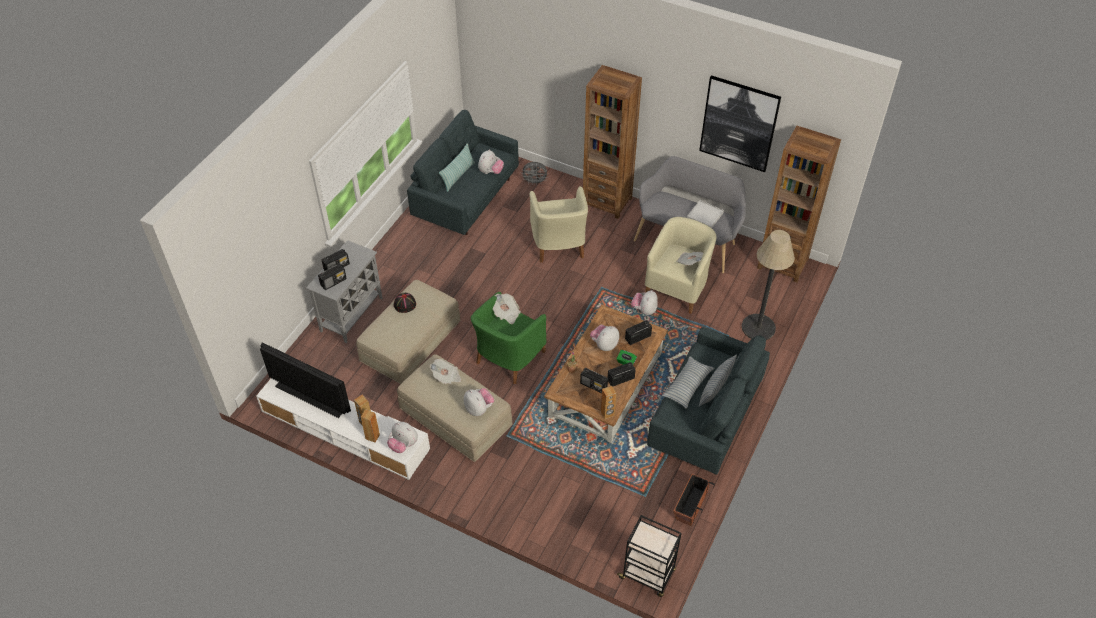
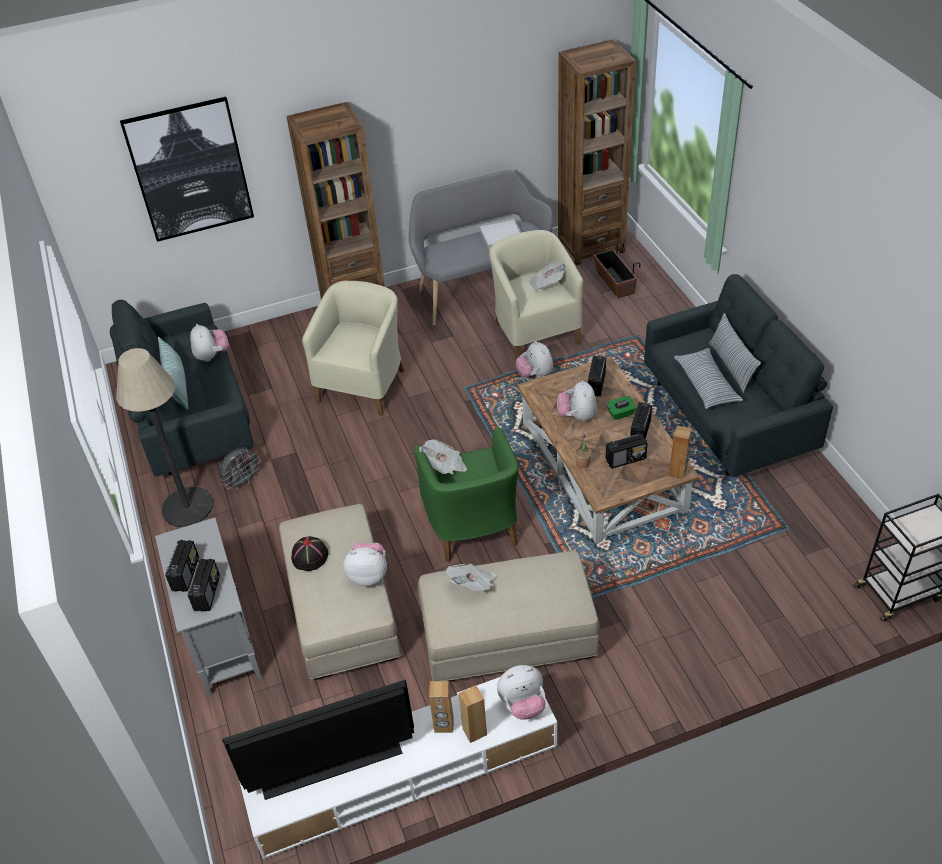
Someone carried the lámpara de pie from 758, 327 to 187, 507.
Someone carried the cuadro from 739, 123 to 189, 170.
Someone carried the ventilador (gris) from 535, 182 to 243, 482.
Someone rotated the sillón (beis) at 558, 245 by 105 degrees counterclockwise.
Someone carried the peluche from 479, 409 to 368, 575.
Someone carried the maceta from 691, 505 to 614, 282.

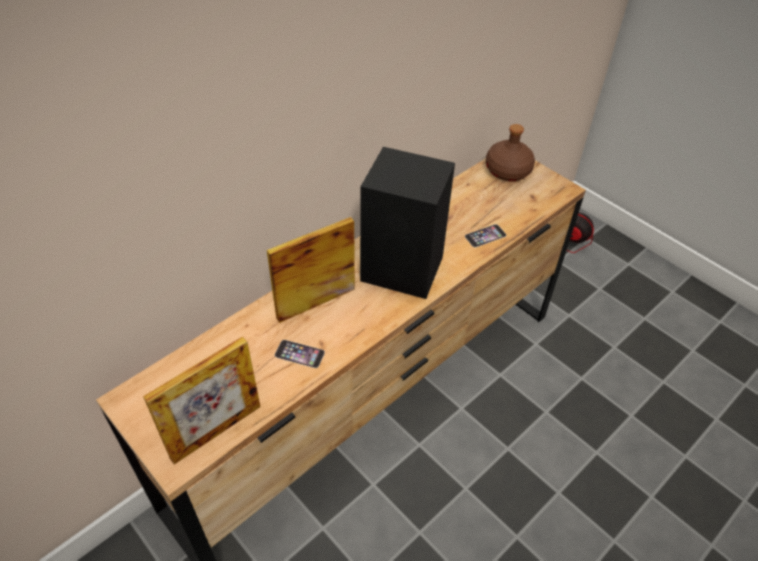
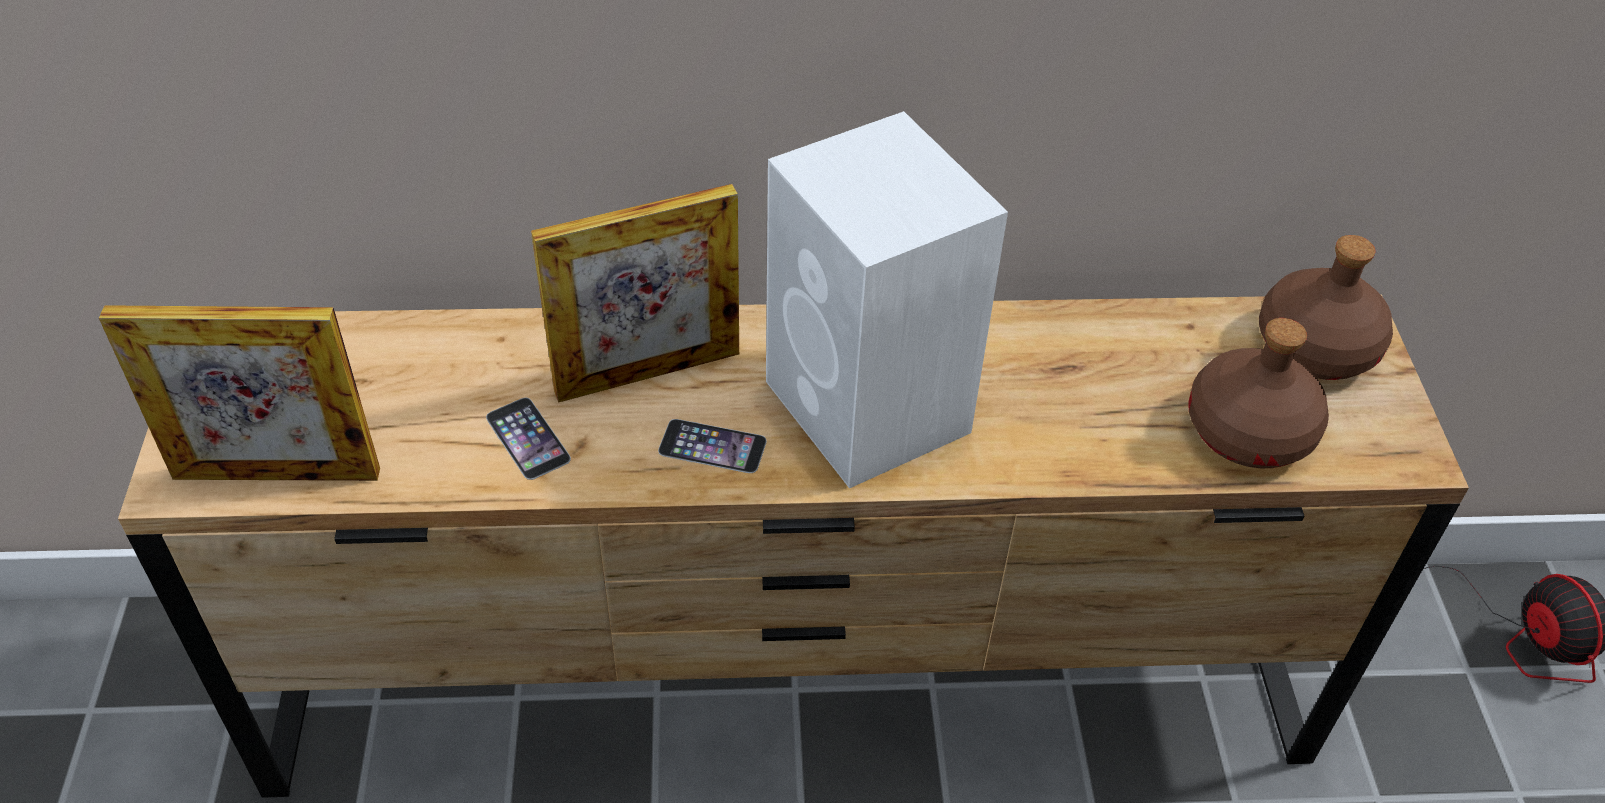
Someone rotated the portarretratos at 316, 303 by 150 degrees clockwise.
Someone carried the móvil from 485, 235 to 712, 446.
Someone repainted the altavoz (negro) at 404, 269, which became the altavoz (blanco) at 870, 410.
Someone put down the botella (marrón) at 1250, 431.

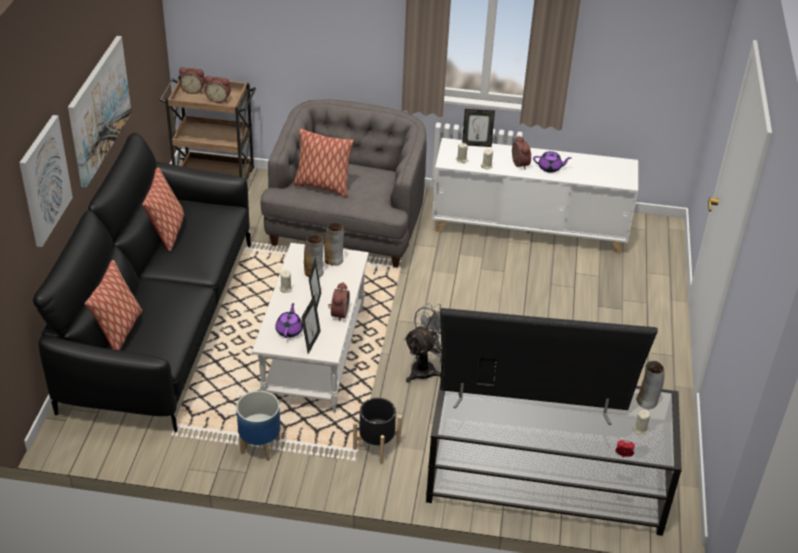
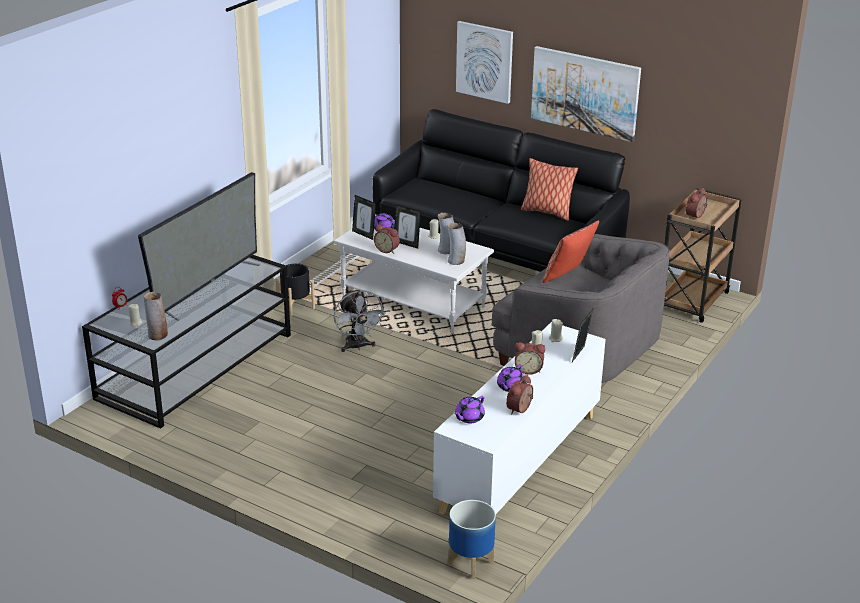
Someone carried the maceta from 260, 445 to 471, 564.
Someone put down the tetera (morado) at 469, 418.
Someone carried the despertador from 193, 90 to 521, 409.
Someone took away the cojín at 119, 331.

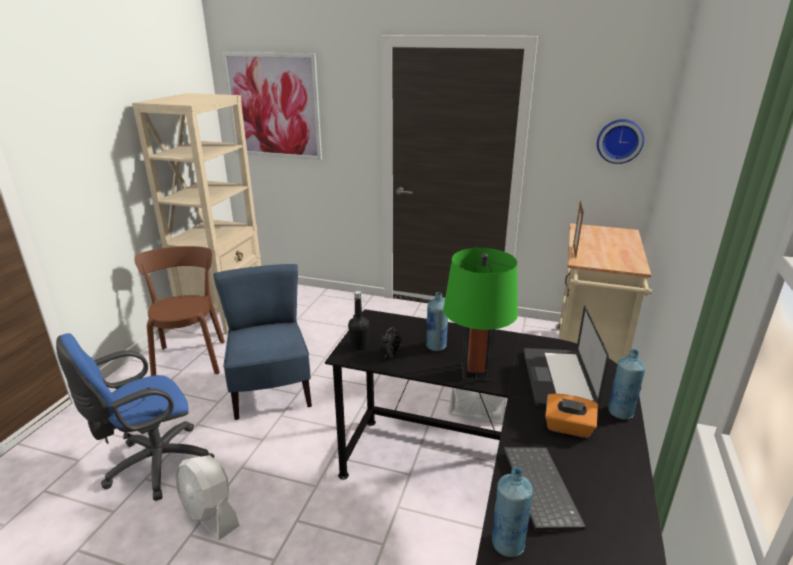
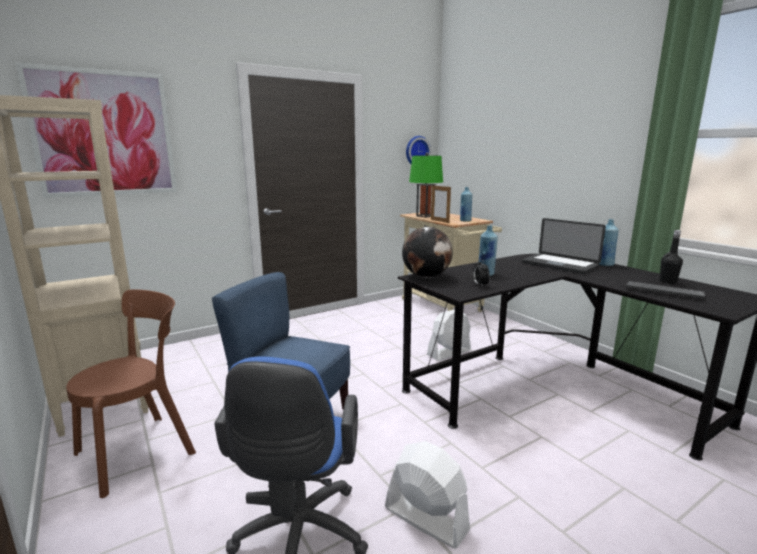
Someone rotated the silla (marrón) at 190, 358 by 105 degrees clockwise.
Someone rotated the ventilador (blanco) at 210, 514 by 135 degrees counterclockwise.
Someone put down the globo terráqueo at 426, 276.
Someone carried the lámpara de mesa (verde) from 475, 372 to 425, 216.
Someone carried the botella (azul) from 507, 543 to 465, 221.
Someone carried the botella (negro) from 359, 346 to 667, 282.
Someone took away the caja de pañuelos (naranja) at 568, 427.

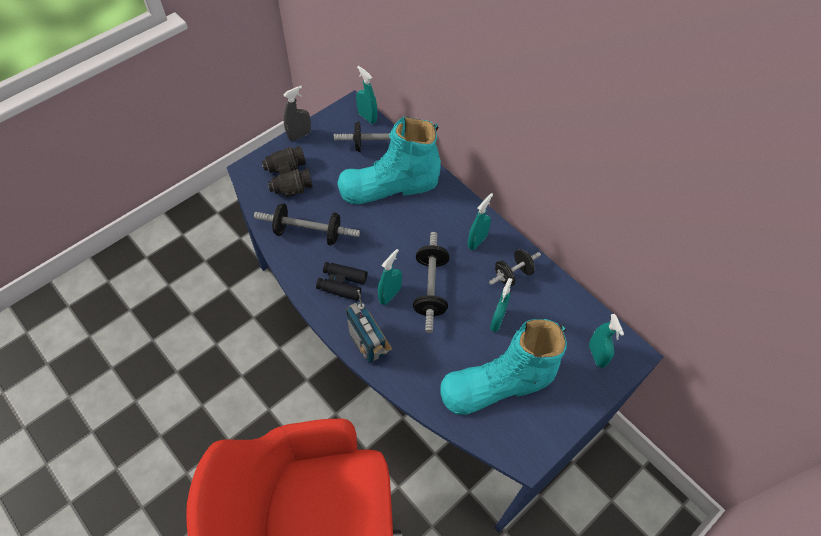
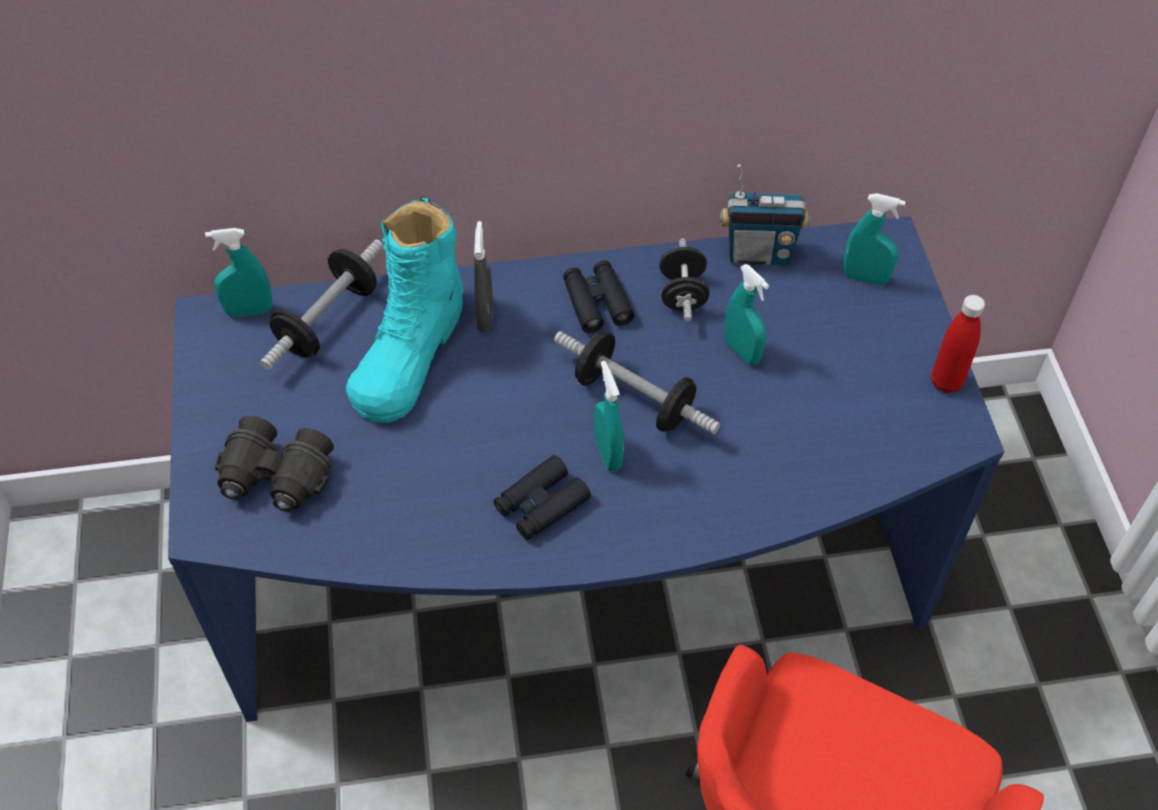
Someone carried the pulverizador (gris) from 299, 135 to 485, 316.
Someone swapped the pulverizador (turquesa) at 477, 241 for the prismáticos (negro) at 597, 302.
Someone carried the radio from 367, 344 to 758, 254.
Someone put down the botella (rojo) at 946, 382.
Someone took away the mancuerna at 308, 233.
Someone took away the bota (turquesa) at 498, 384.

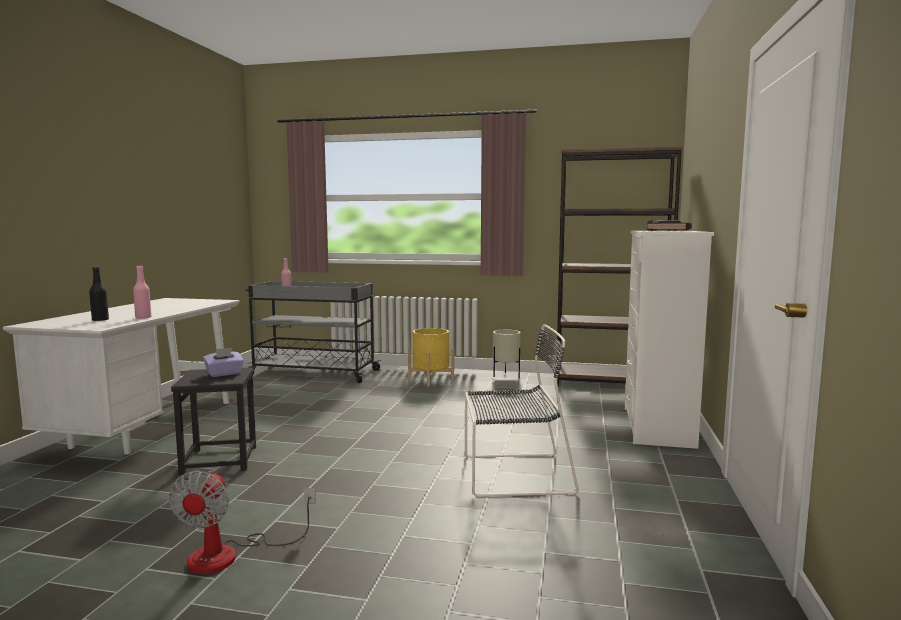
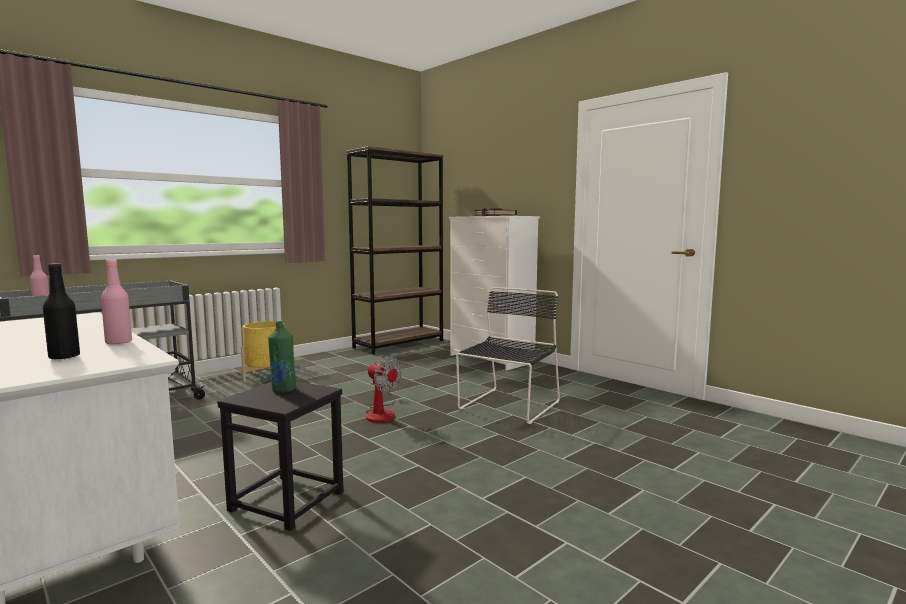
Someone swapped the caja de pañuelos (morado) at 224, 374 for the botella (verde) at 283, 390.
Someone carried the ventilador from 230, 555 to 382, 413.
Someone took away the maceta (beis) at 506, 376.

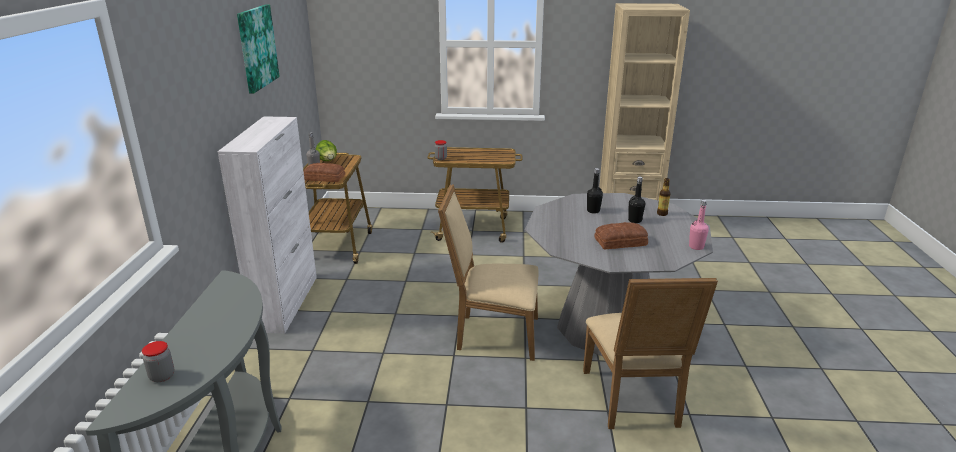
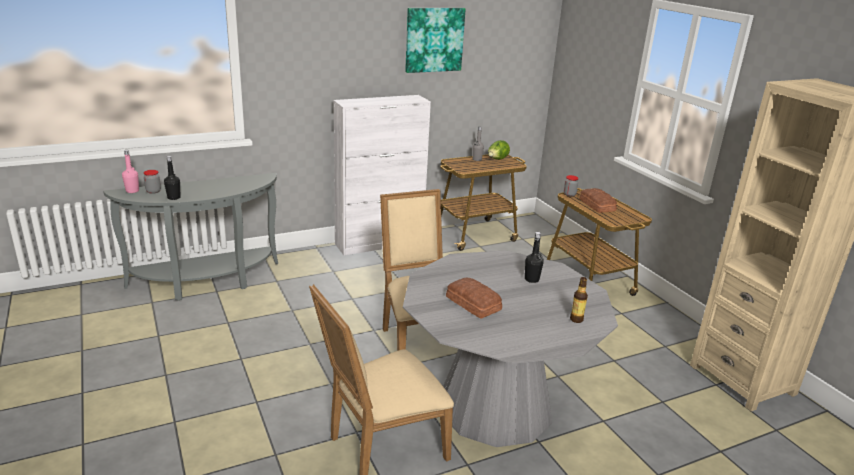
Someone carried the botella (rosa) from 696, 247 to 132, 191.
Someone carried the botella (negro) from 634, 220 to 174, 198.
Someone carried the pan from 324, 178 to 596, 205.

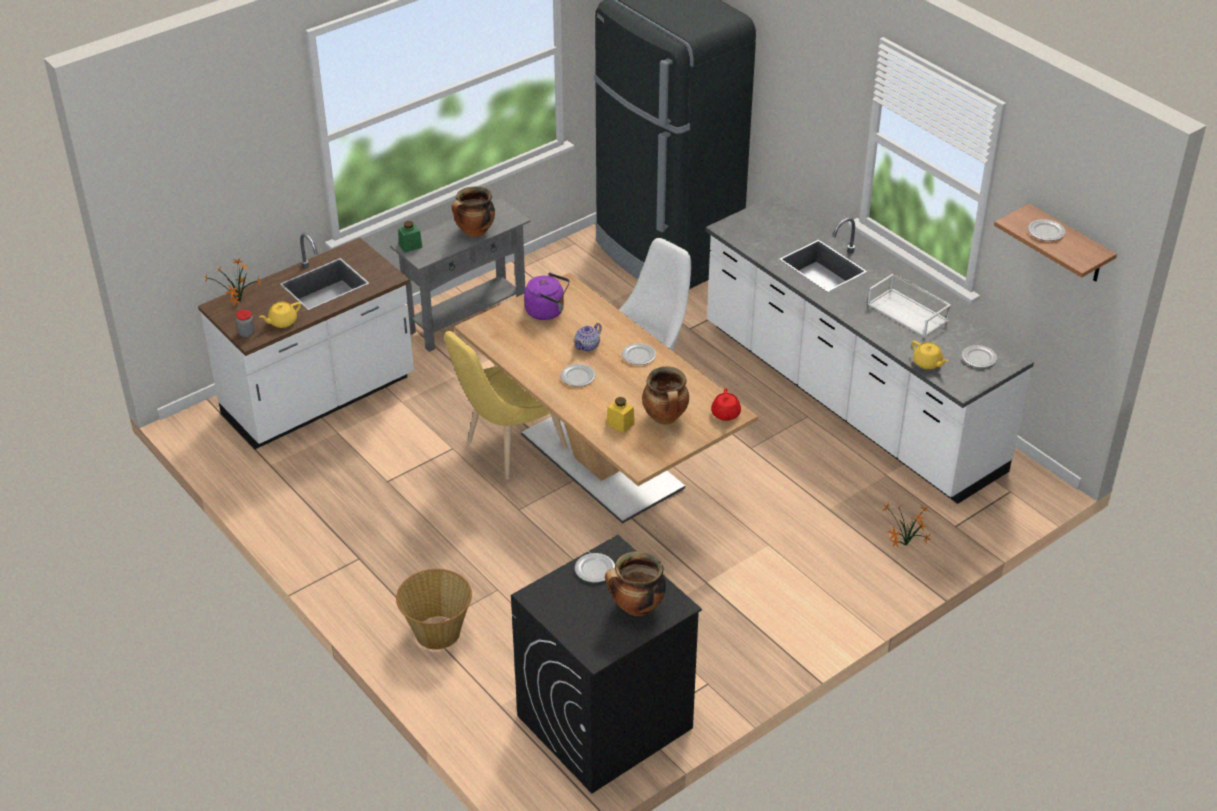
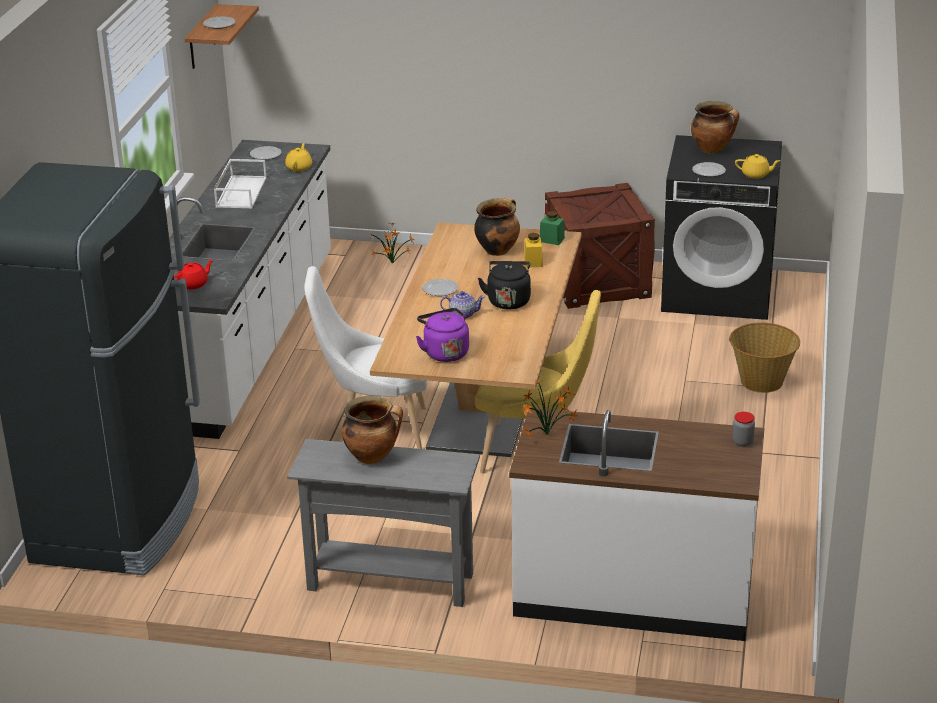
Someone carried the tetera (rojo) from 725, 414 to 193, 284.
Someone swapped the plato at 577, 377 for the hervidor (negro) at 508, 300.
Someone carried the planta en maceta from 239, 303 to 548, 434.
Someone carried the tarro (verde) from 410, 246 to 552, 240.
Someone put down the caja de embalaje at 597, 282.
Someone carried the tetera (amarillo) from 282, 322 to 756, 175.

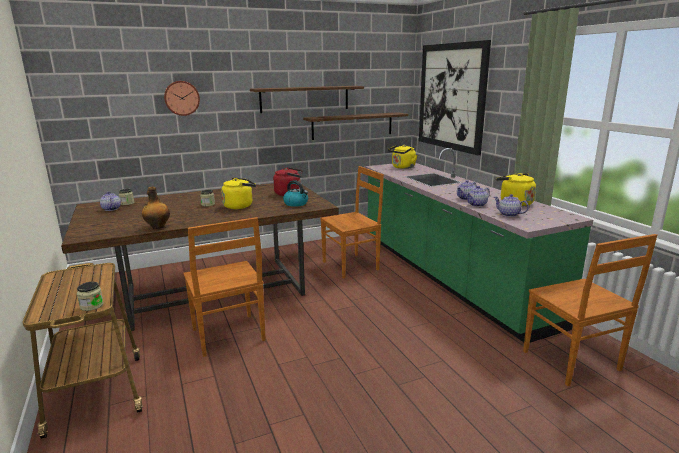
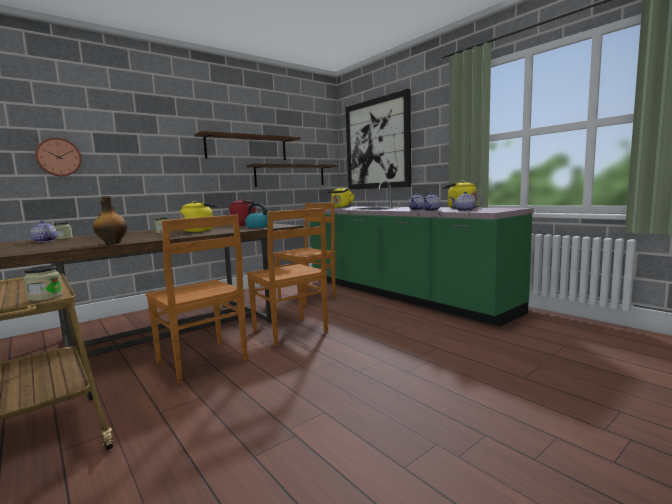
Someone carried the reloj de pared from 181, 98 to 58, 157.
Someone carried the silla (marrón) from 572, 362 to 291, 332.

